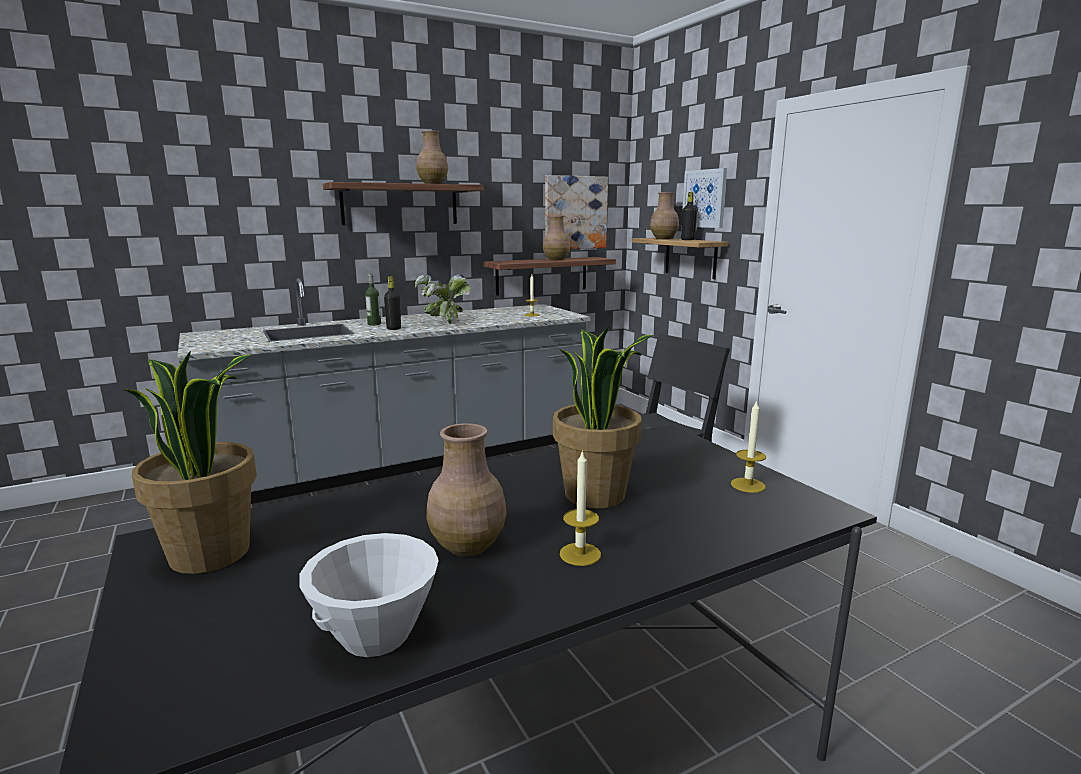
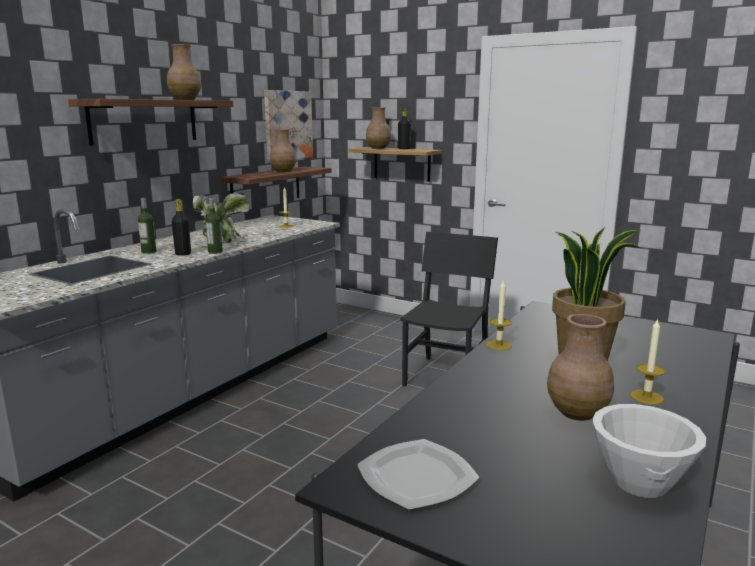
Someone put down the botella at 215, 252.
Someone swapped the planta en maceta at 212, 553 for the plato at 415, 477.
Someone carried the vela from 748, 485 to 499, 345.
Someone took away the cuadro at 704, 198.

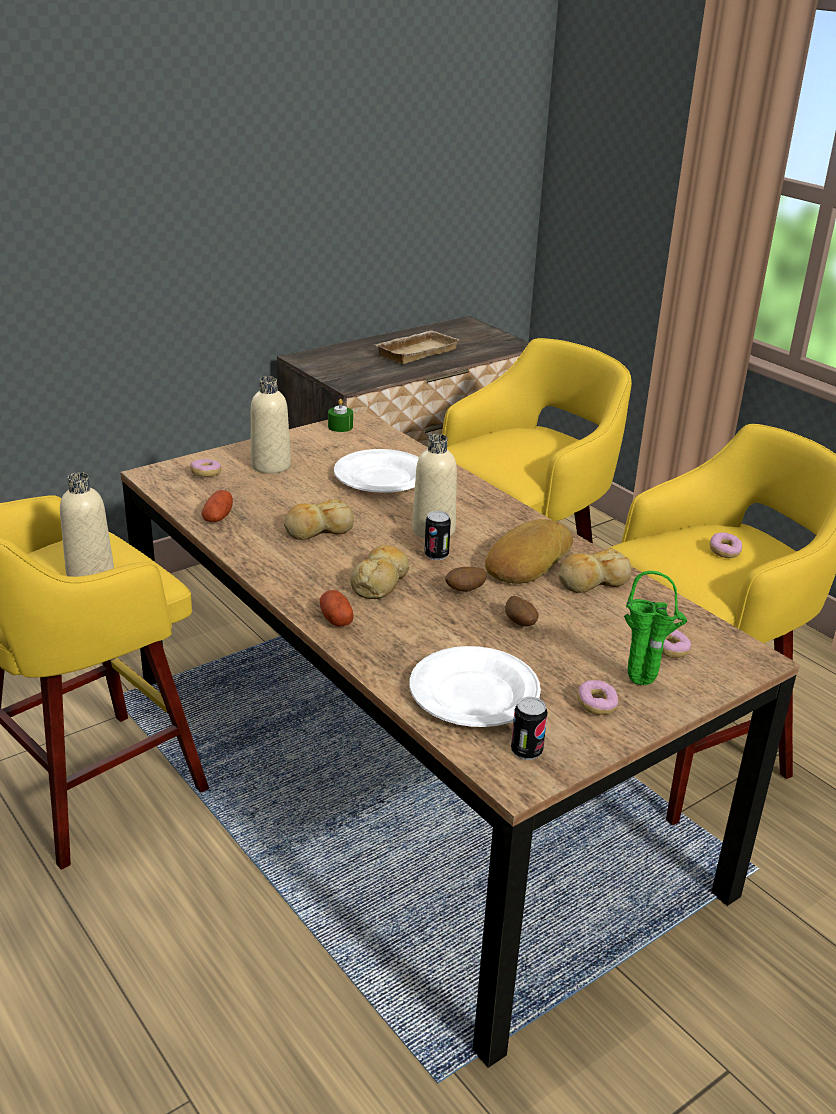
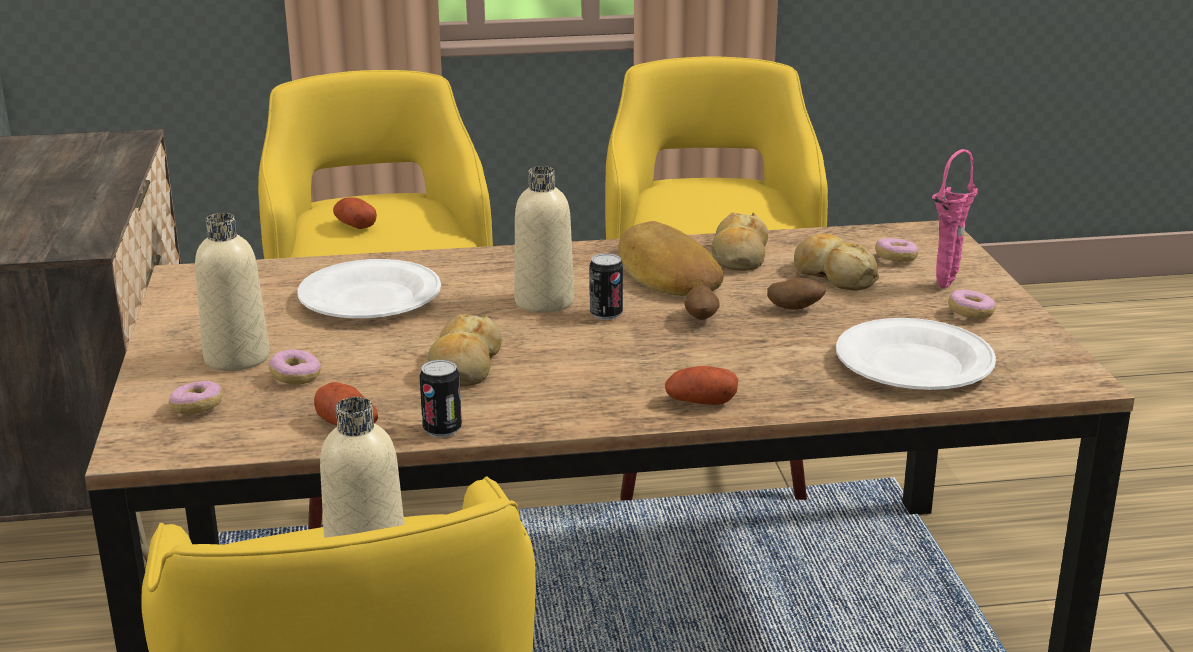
Someone carried the rosquilla from 724, 552 to 296, 377.
Someone put down the patata at 355, 225.
Someone carried the lata from 526, 751 to 442, 429.
Someone carried the pan from 380, 581 to 834, 275.
Someone repainted the florero (verde) at 644, 684, which became the florero (rosa) at 947, 285.
Someone took away the vela (verde) at 340, 426.
Someone took away the bandeja (beis) at 416, 351.

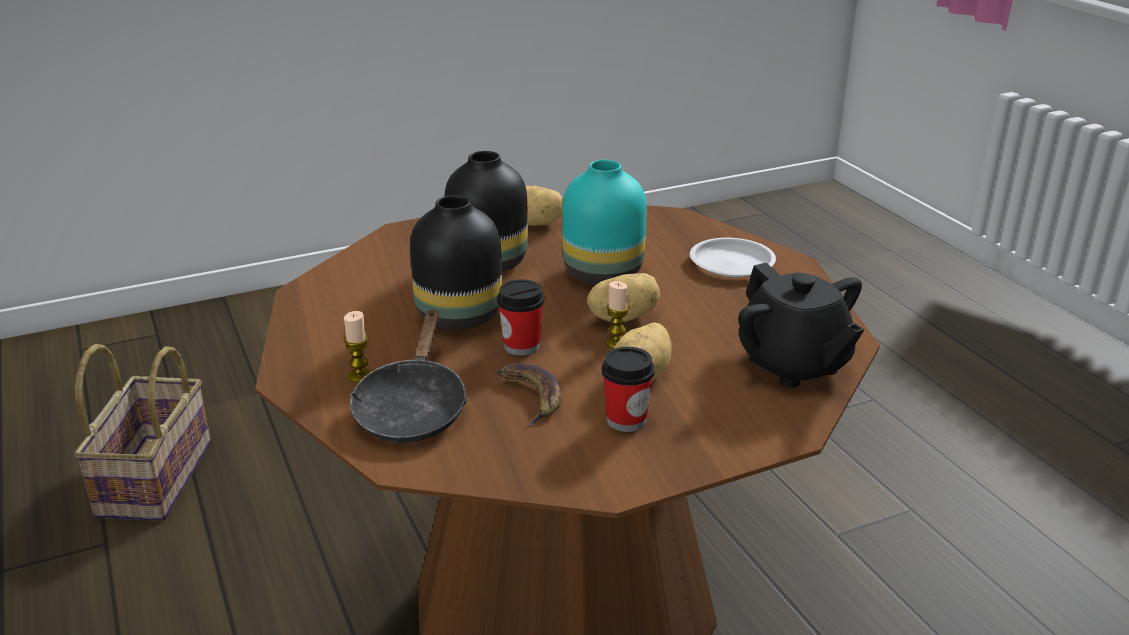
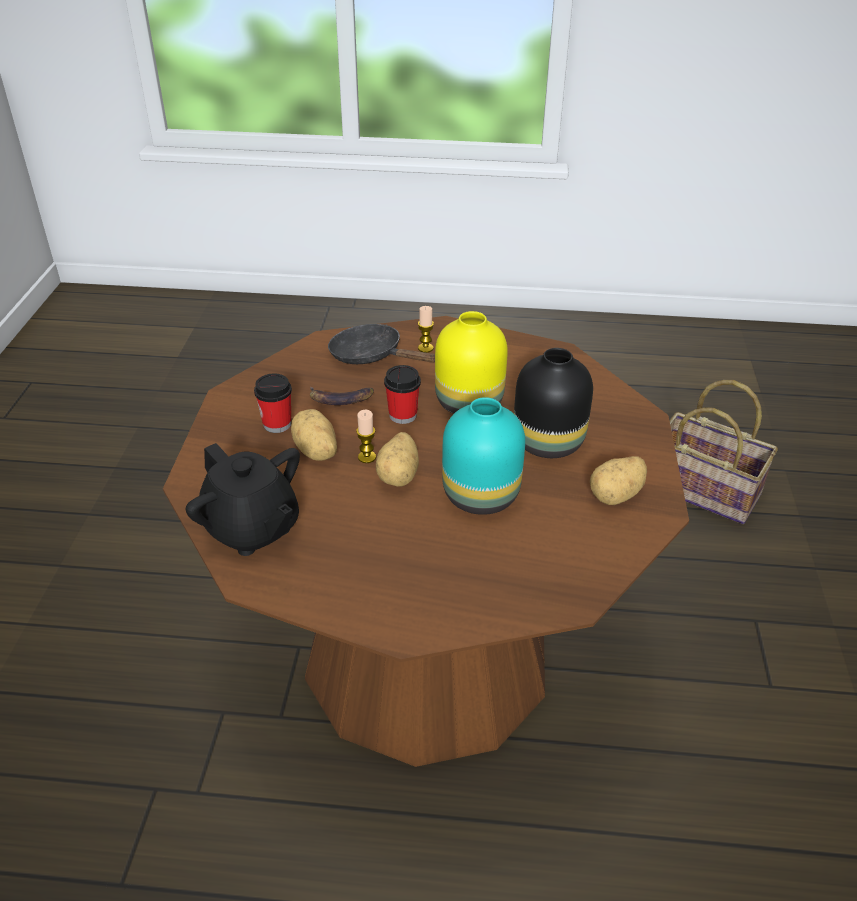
Someone rotated the tetera (negro) at 793, 365 by 135 degrees counterclockwise.
Someone repainted the florero (negro) at 461, 317, which became the florero (amarillo) at 467, 403.
Someone took away the plato (blanco) at 732, 263.

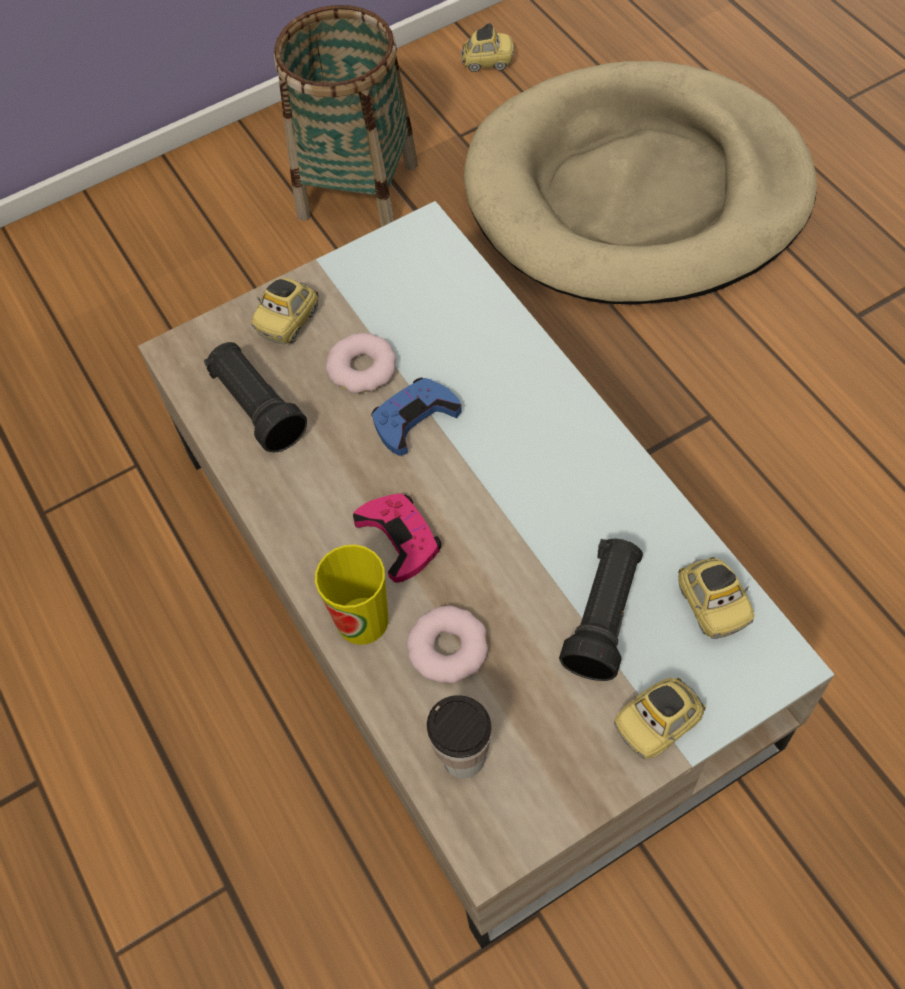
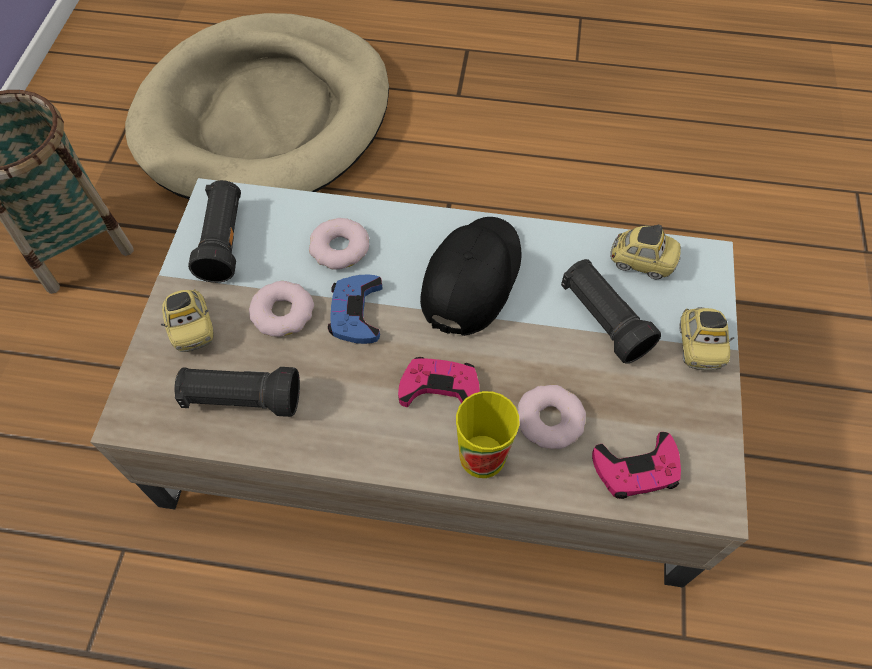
Someone put down the linterna (negro) at 223, 241.
Someone put down the rosquilla at 340, 248.
Someone put down the gorra (negro) at 472, 278.
Someone swapped the taza at 463, 757 for the mando de consola (rosa) at 636, 469.
Someone took away the coche de juguete at 487, 62.

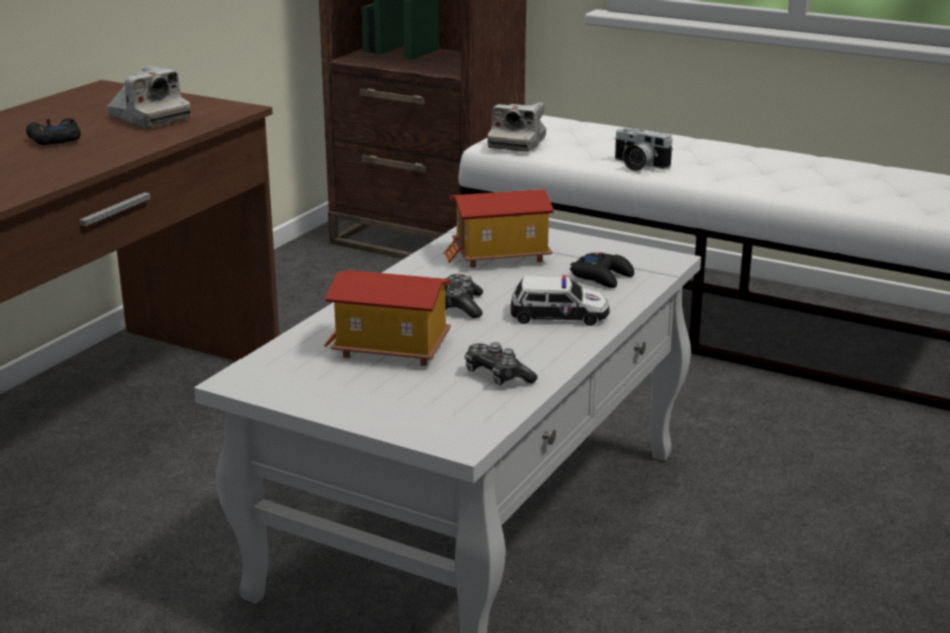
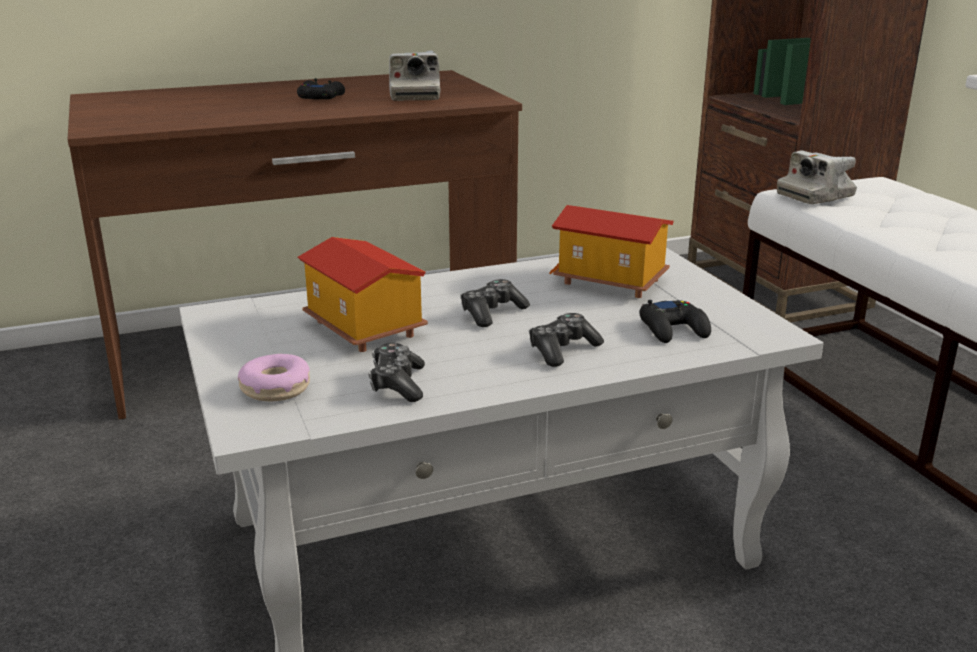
Someone put down the rosquilla at 275, 388.
Someone swapped the coche de juguete at 559, 315 for the mando de consola at 562, 350.
Someone took away the cámara at 638, 165.

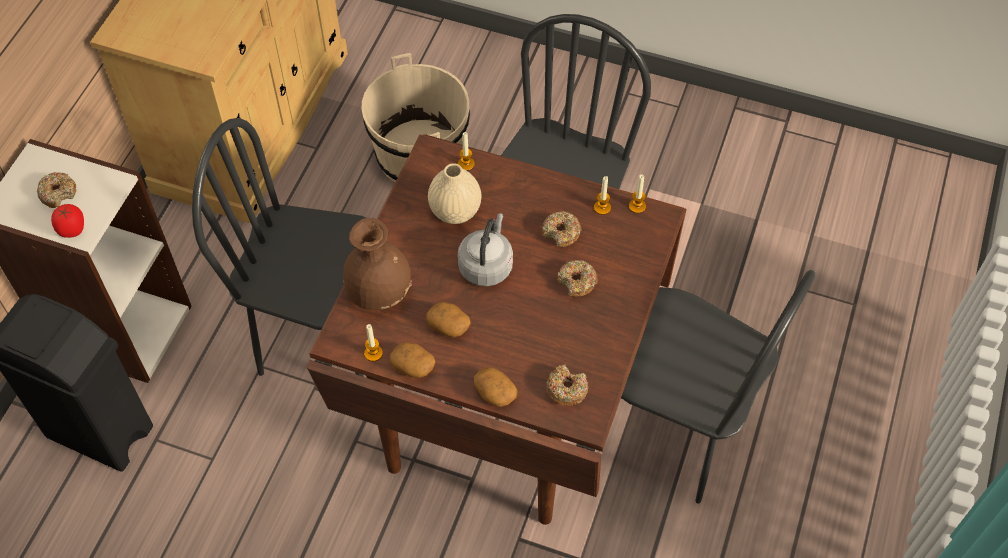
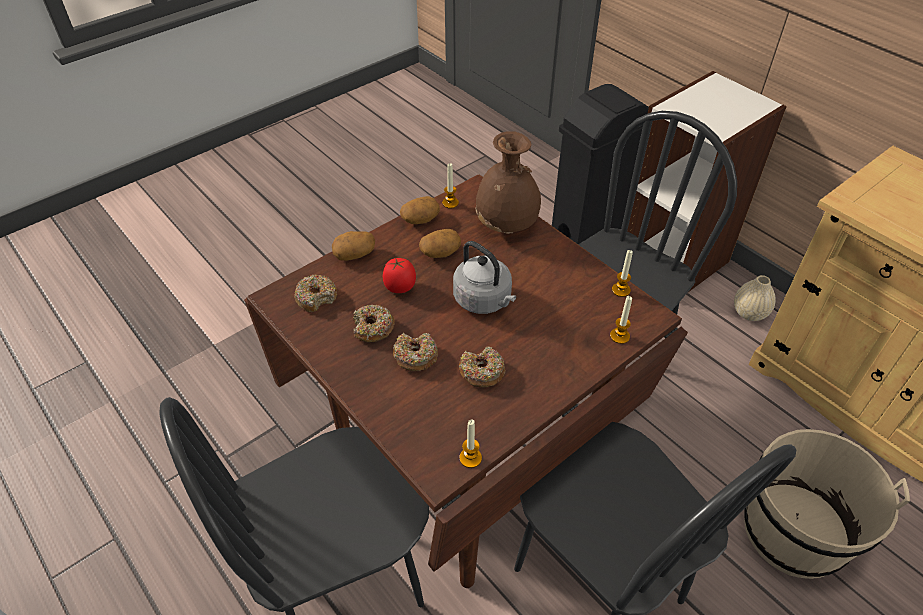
Someone carried the rosquilla from 58, 193 to 373, 328.
Someone carried the tomate from 72, 230 to 400, 288.
Someone carried the vela from 602, 207 to 621, 290.
Someone carried the florero (beis) from 455, 210 to 749, 313.

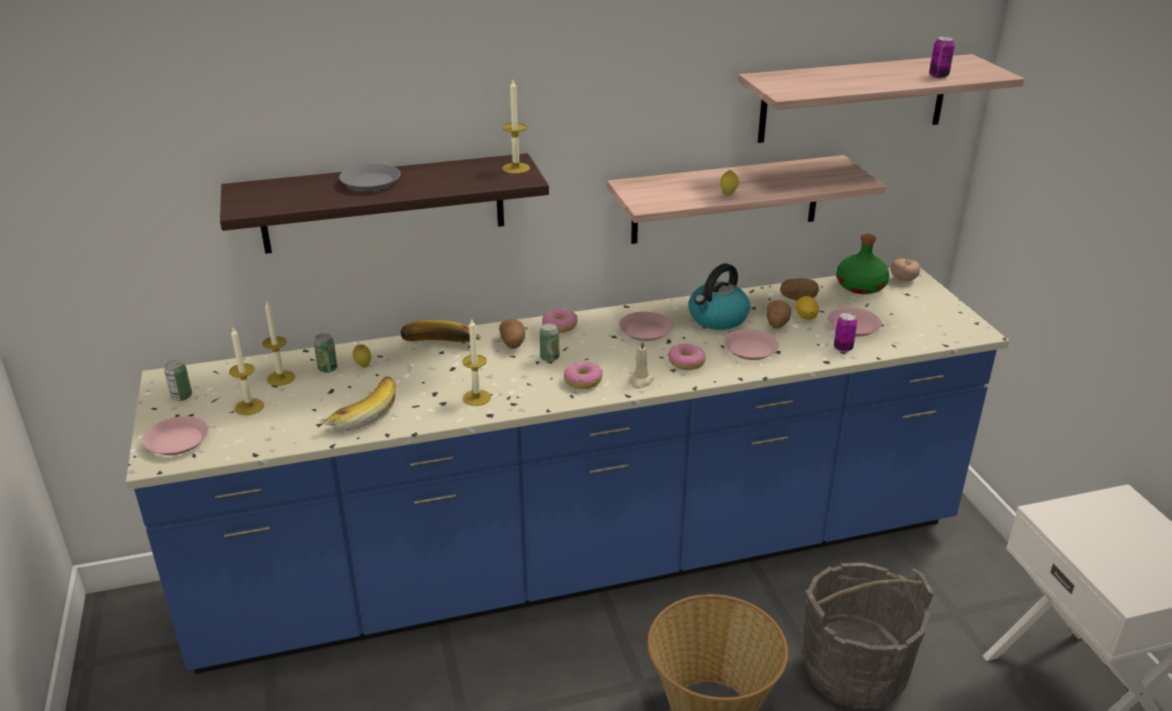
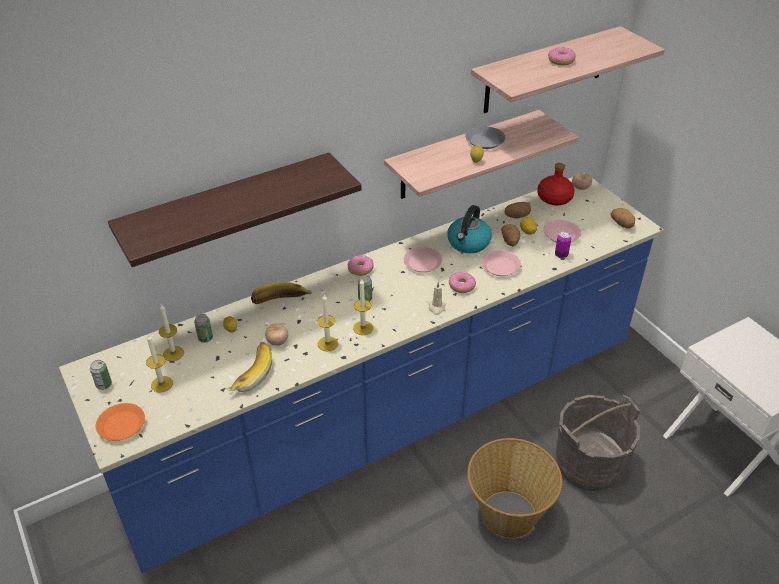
Someone repainted the plato (rosa) at 178, 440, which became the plato (naranja) at 121, 425.
Someone put down the tomate at 277, 341.
Someone carried the vela from 516, 168 to 363, 328.
Someone carried the plato (gris) from 370, 182 to 485, 141.
Someone repainted the botella (verde) at 861, 286, which became the botella (rojo) at 555, 198.
Someone carried the rosquilla from 583, 381 to 561, 61.
Someone carried the patata from 513, 344 to 622, 224.
Someone took away the lata at 938, 76.

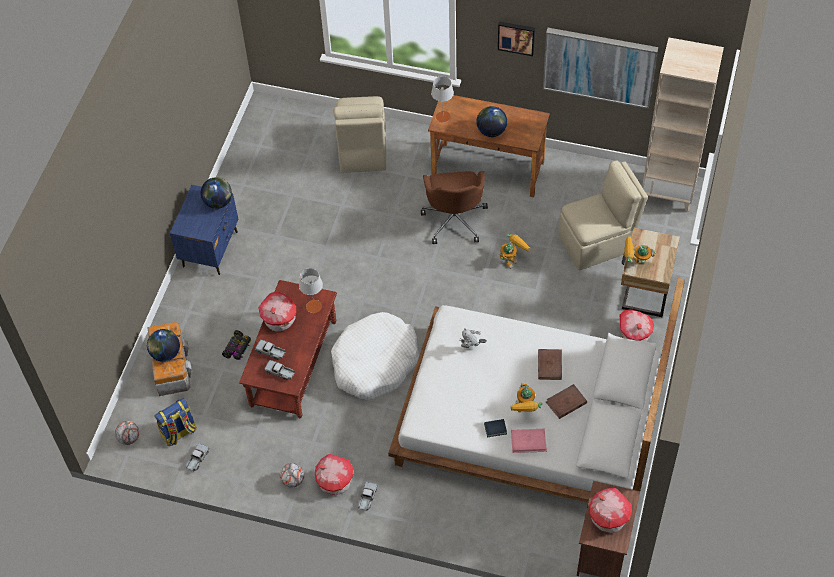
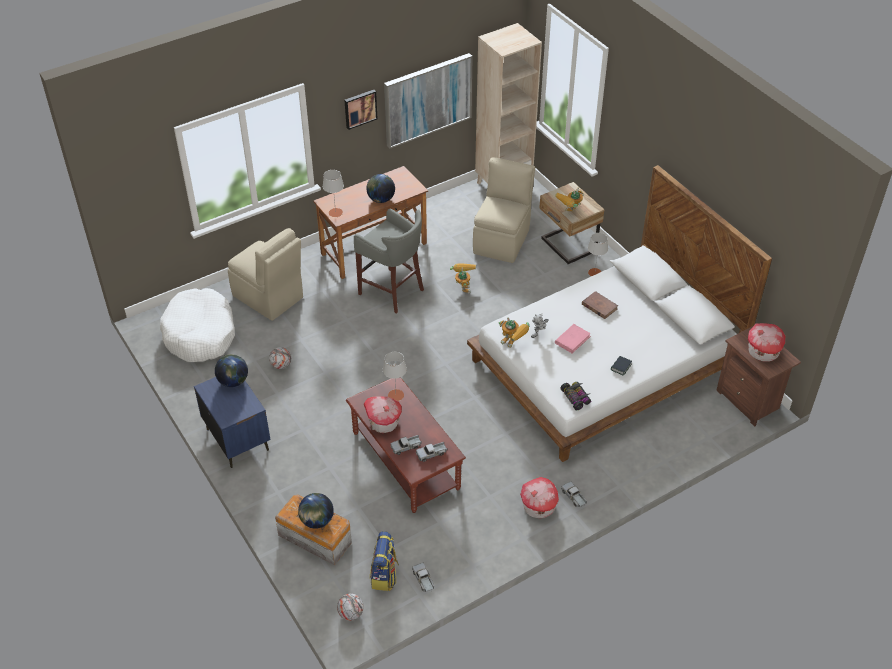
Someone carried the cama para perro (blanco) from 375, 363 to 200, 334.
Someone carried the balón de fútbol from 293, 480 to 281, 365.
Someone swapped the silla de oficina (marrón) at 454, 219 for the taburete (gris) at 393, 292.
Someone carried the robot de juguete from 525, 411 to 513, 343.
Someone carried the libro (rosa) from 528, 441 to 572, 340.
Someone carried the coche de juguete from 238, 348 to 576, 398.
Someone swapped the casita at 634, 335 for the lámpara de mesa (gris) at 594, 272.
Someone took away the libro (marrón) at 566, 403.

